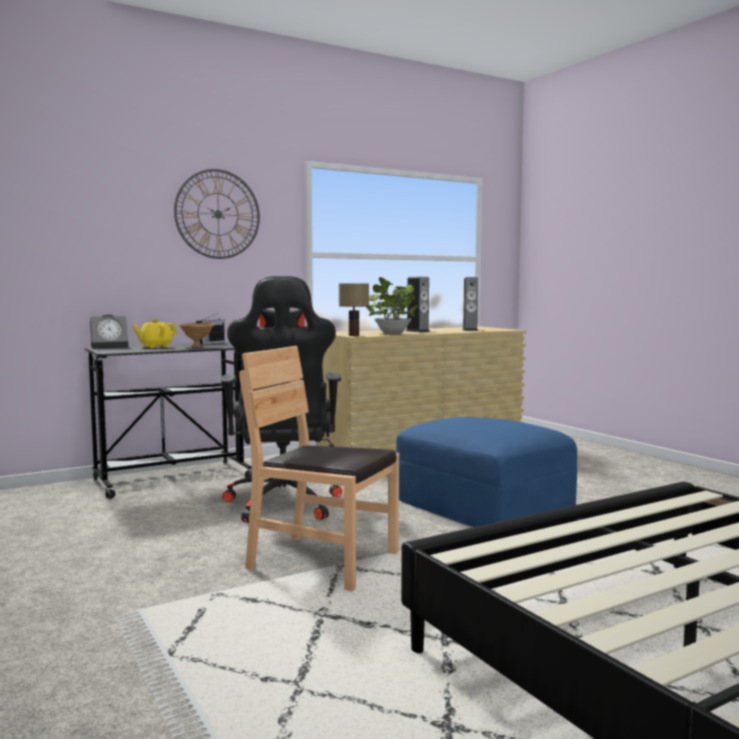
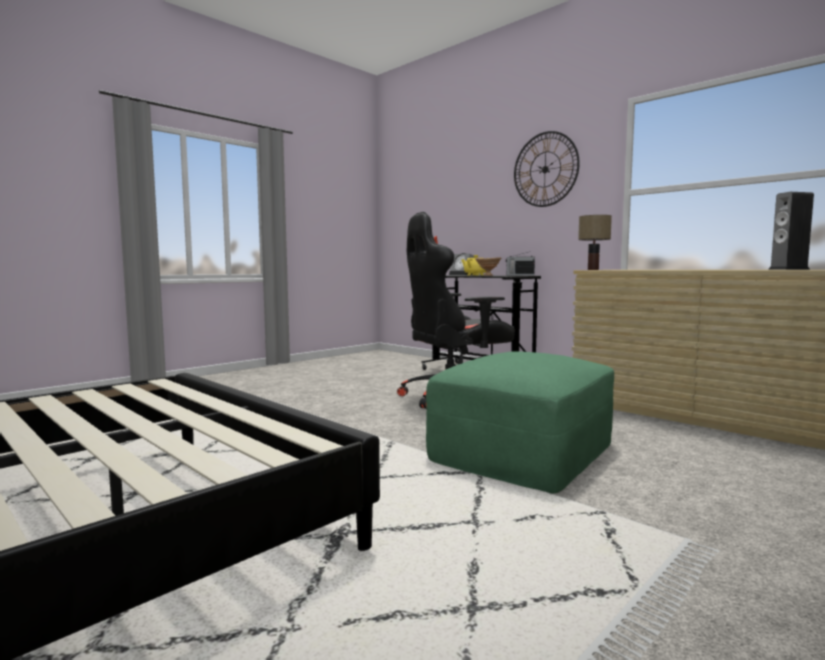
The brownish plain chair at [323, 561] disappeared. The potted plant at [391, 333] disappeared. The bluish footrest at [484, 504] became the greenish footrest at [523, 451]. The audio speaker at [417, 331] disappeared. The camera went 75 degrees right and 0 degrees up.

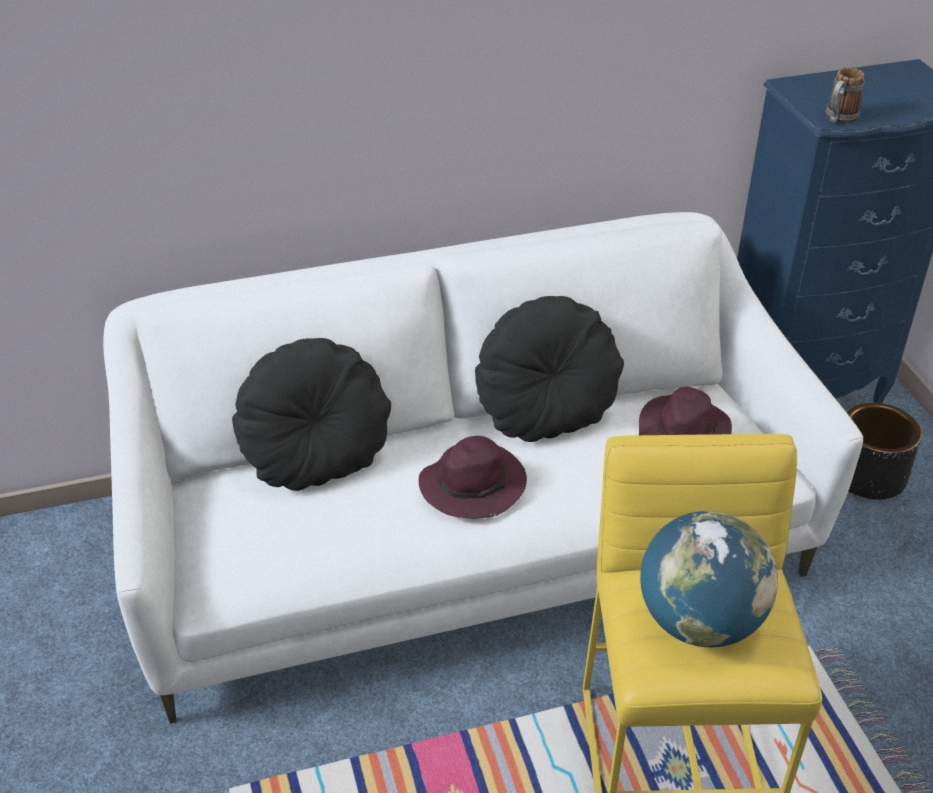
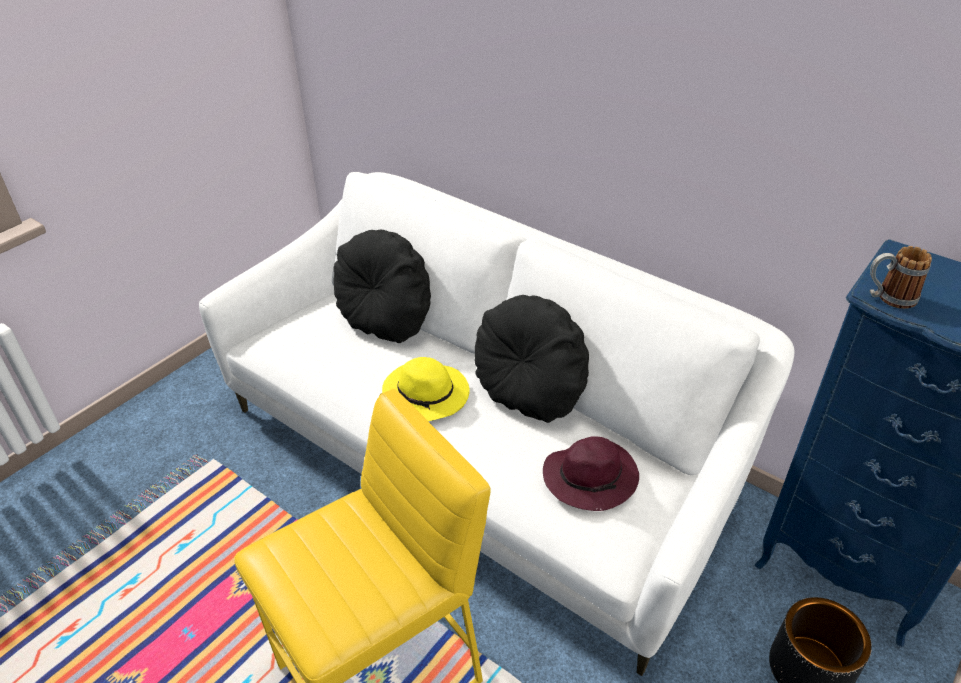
The purple hat at [473, 484] became the yellow-coloured hat at [427, 395]. The globe at [699, 622] disappeared. The camera went 55 degrees right and 0 degrees up.

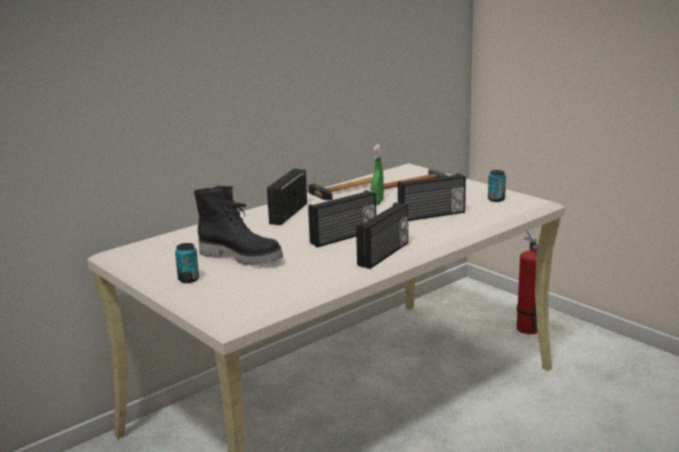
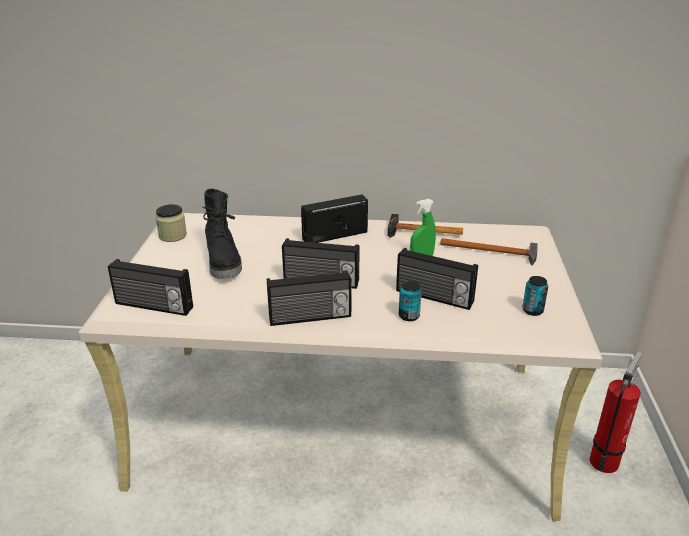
The sealed can moved from [188, 279] to [409, 316]. The radio at [153, 306] appeared. The preserve jar at [172, 236] appeared. The camera went 45 degrees right and 10 degrees up.

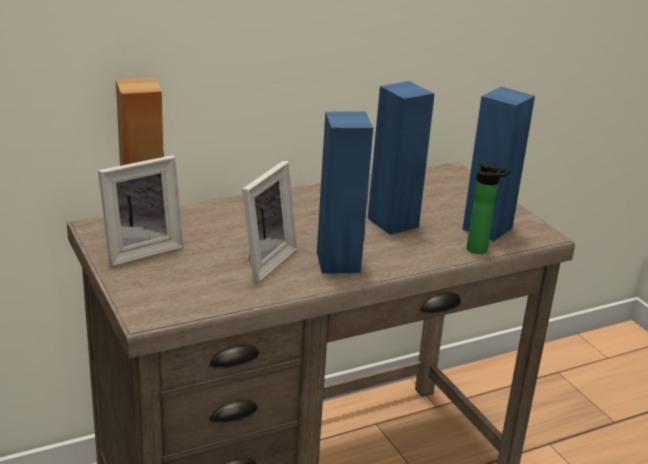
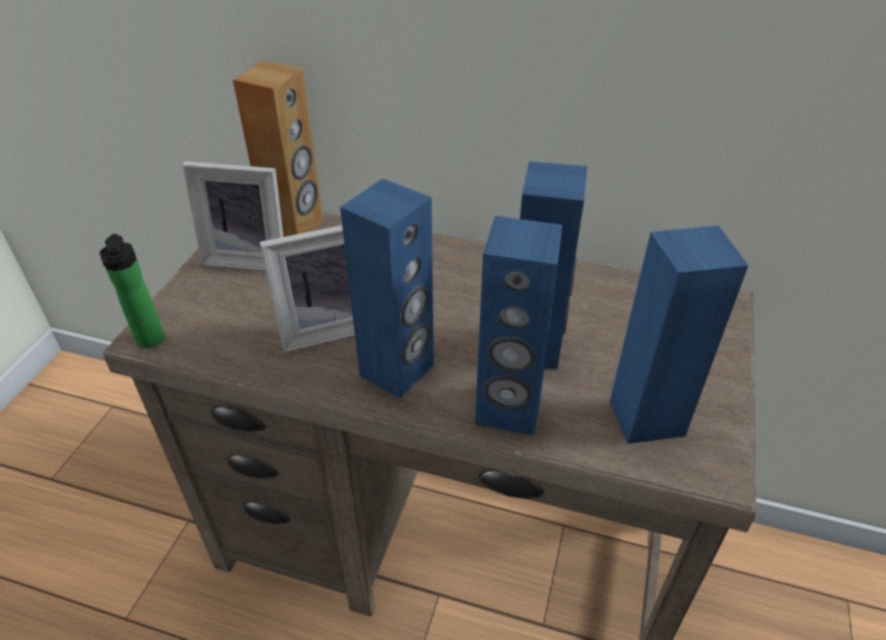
The bottle moved from [480, 250] to [150, 342]. The bluish audio speaker at [508, 410] appeared. The camera went 45 degrees right and 15 degrees up.

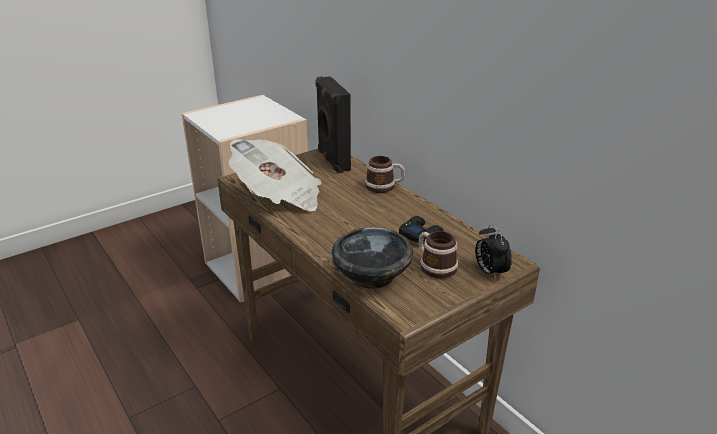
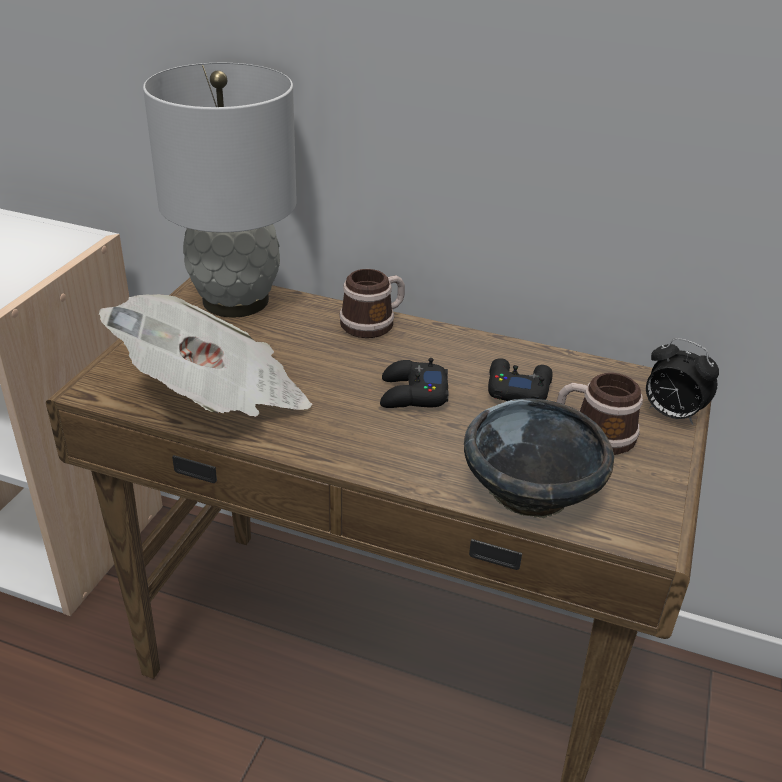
The black audio speaker at [332, 161] was replaced by the white table lamp at [236, 300]. The black joypad at [412, 394] appeared. The camera went 35 degrees left and 5 degrees up.

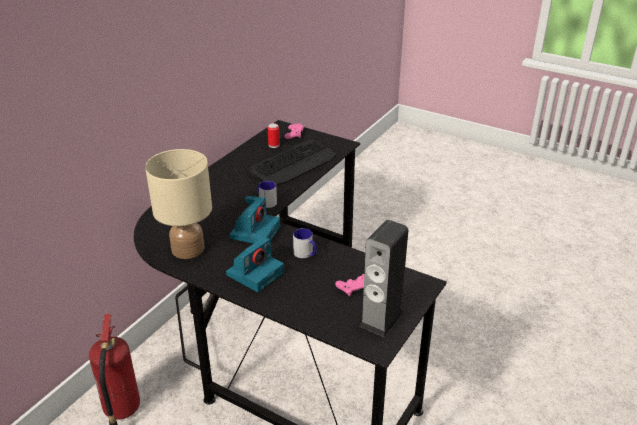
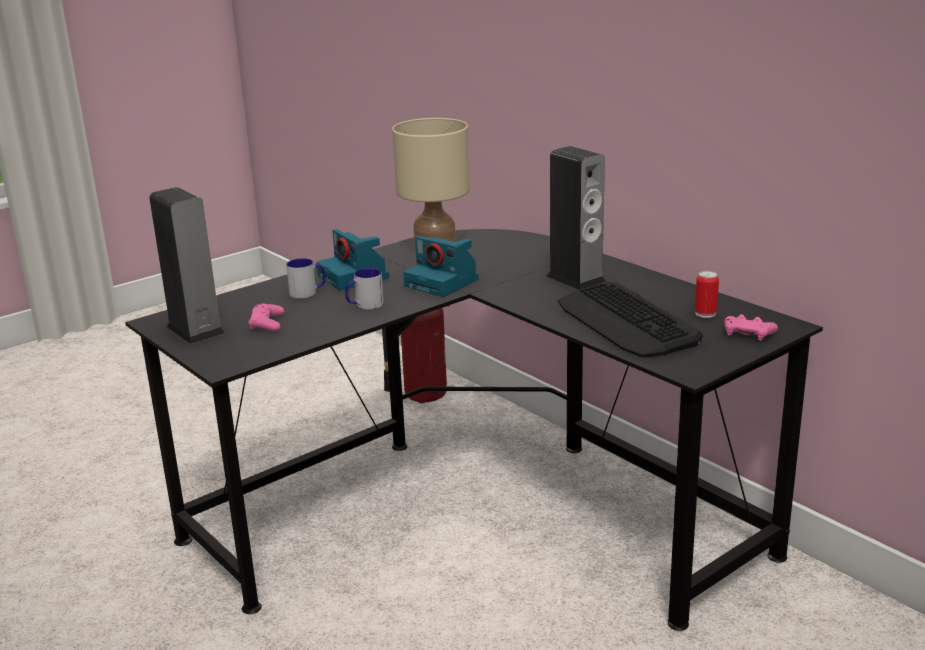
The coffee mug moved from [266, 201] to [308, 292]. The audio speaker at [575, 278] appeared. The camera went 110 degrees right and 10 degrees down.

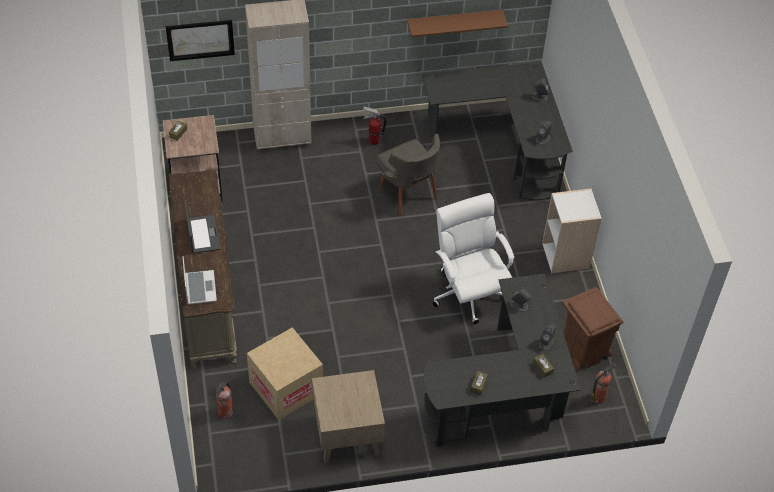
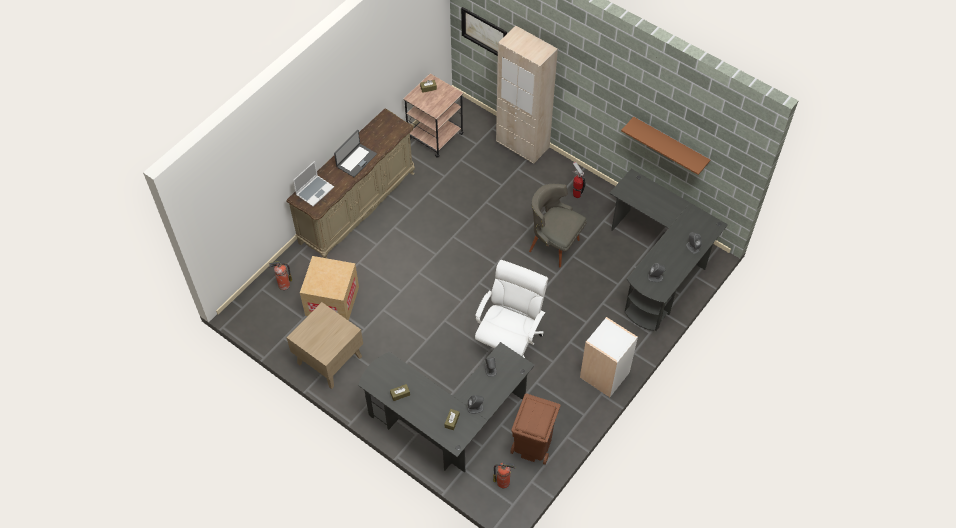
The grey plain chair at [407, 193] turned 105 degrees clockwise. The camera went 50 degrees right and 5 degrees up.

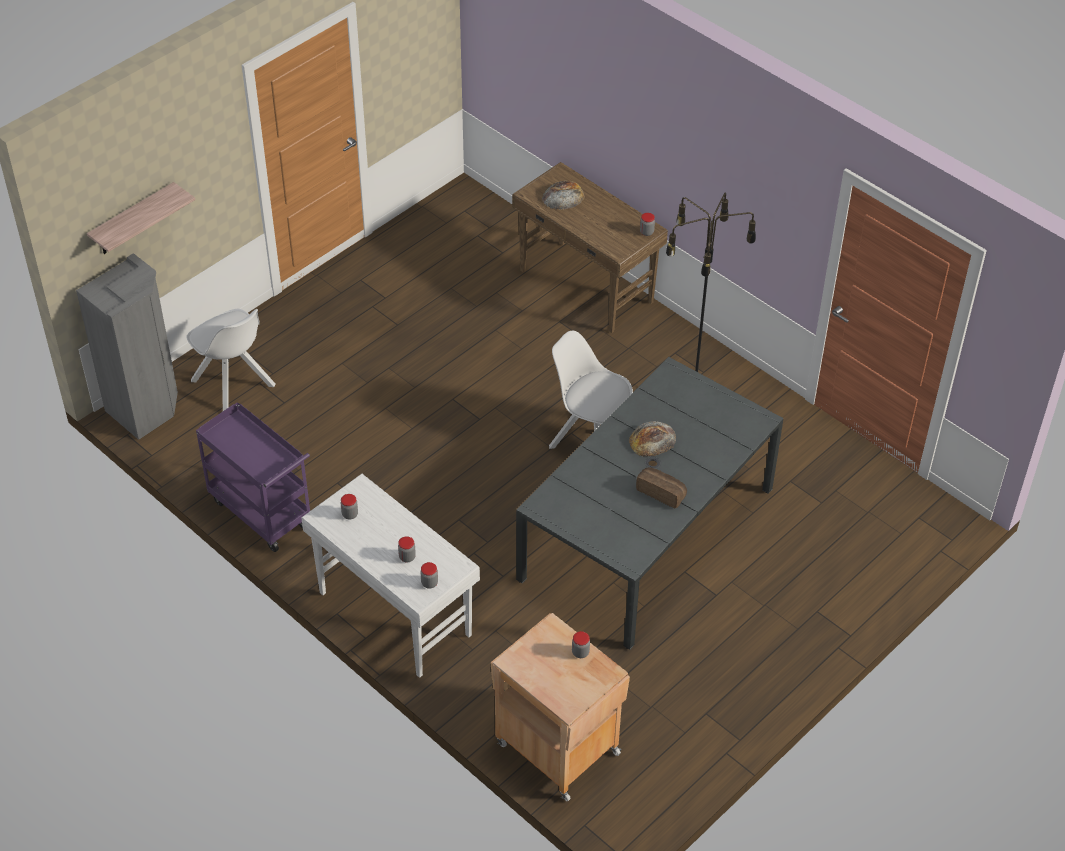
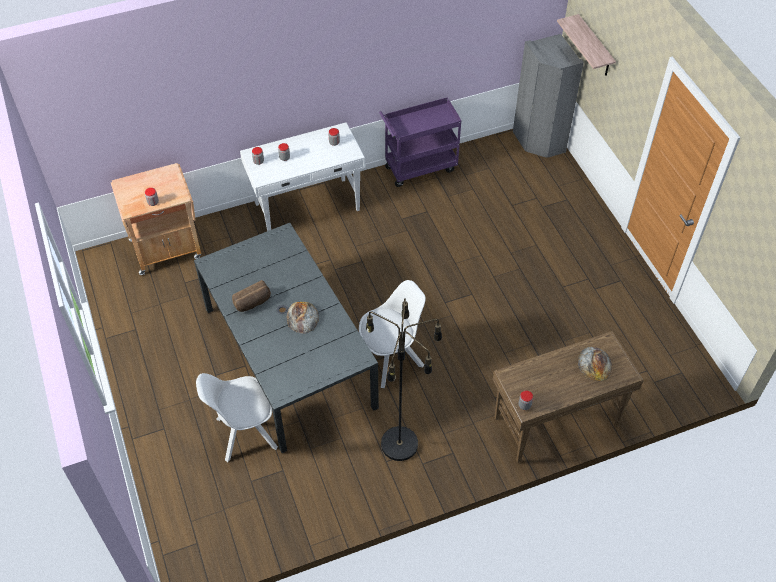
The white plain chair moved from [233, 384] to [245, 433]. The camera went 115 degrees right and 5 degrees up.

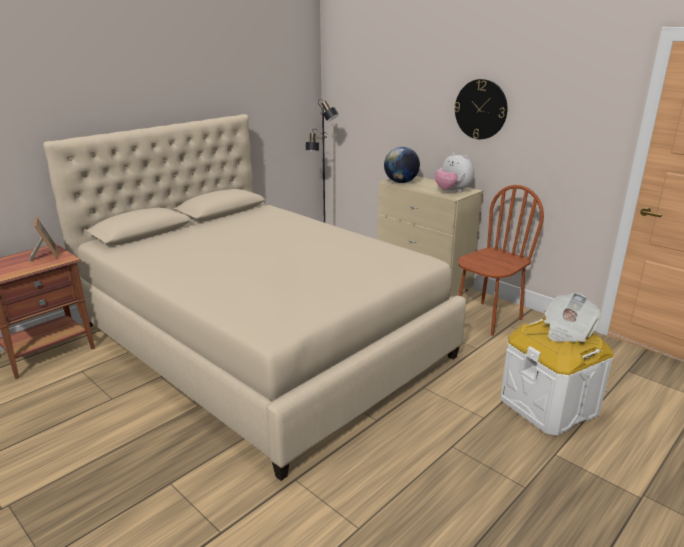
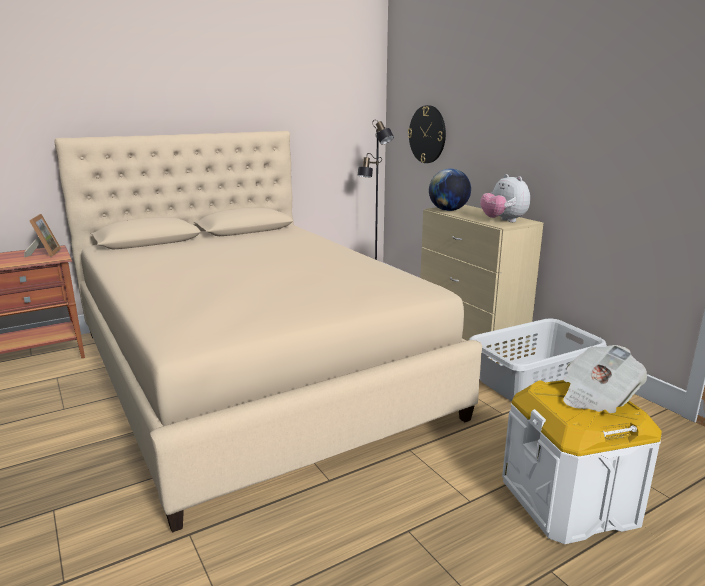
The hanging clock moved from [481, 109] to [427, 134]. The brownish plain chair at [487, 318] was replaced by the grey hamper at [533, 381]. The camera went 15 degrees right and 5 degrees down.

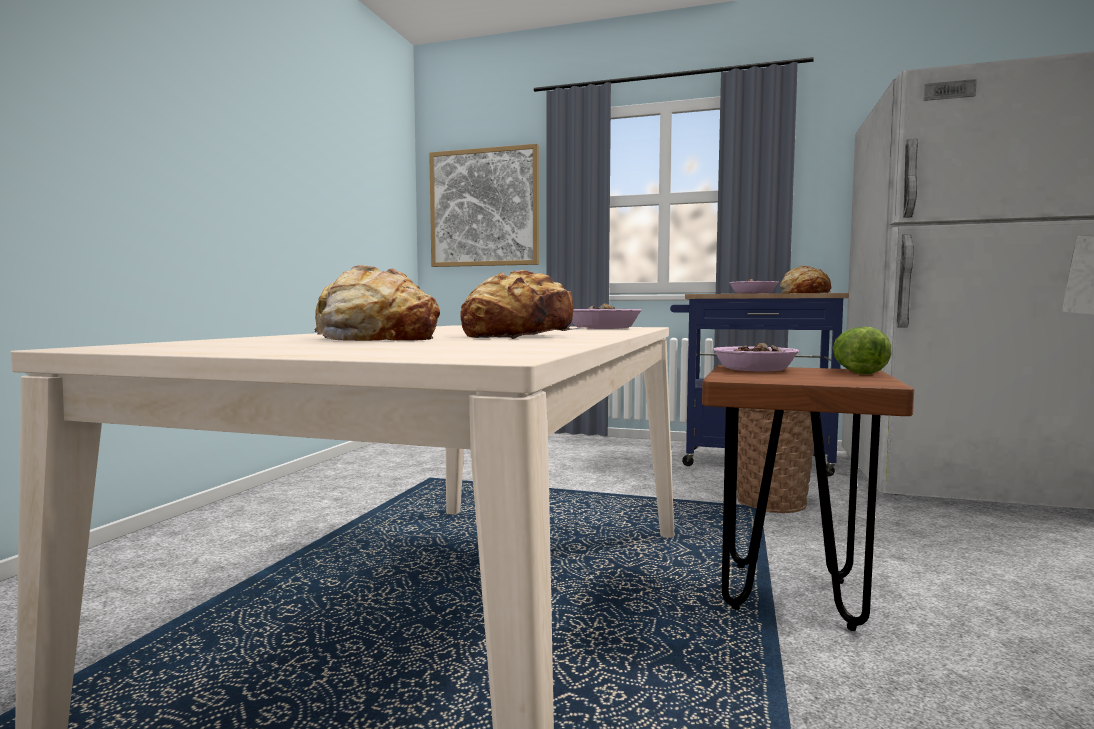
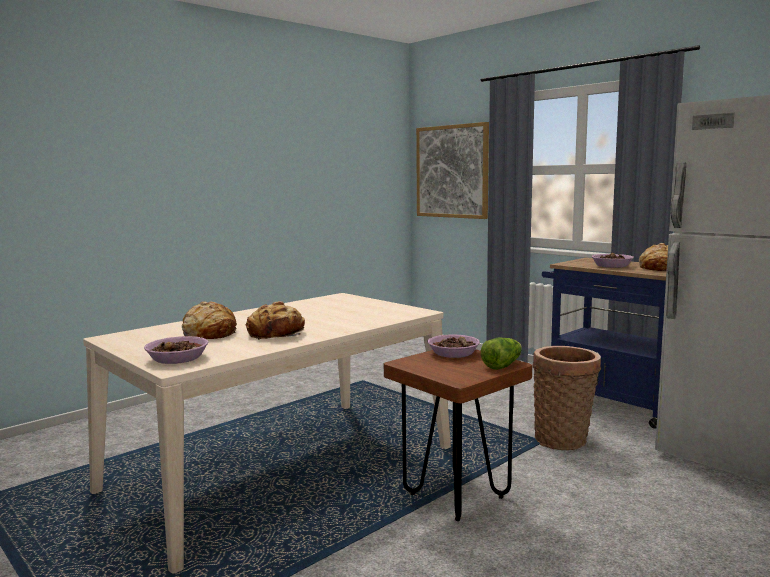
The deep dish moved from [603, 328] to [177, 358]. The camera went 30 degrees right and 5 degrees up.

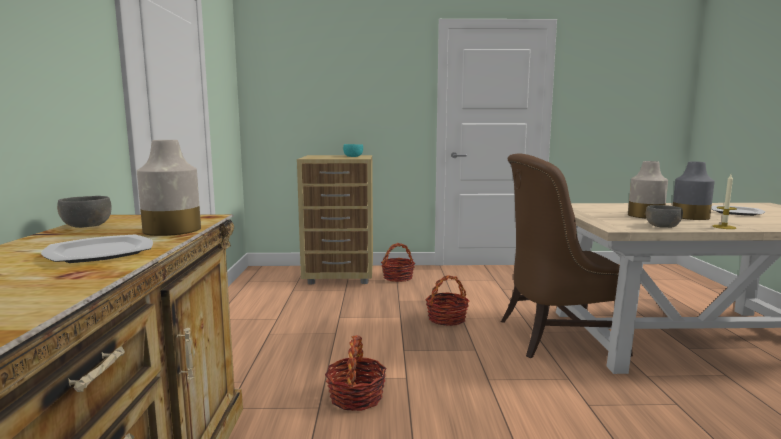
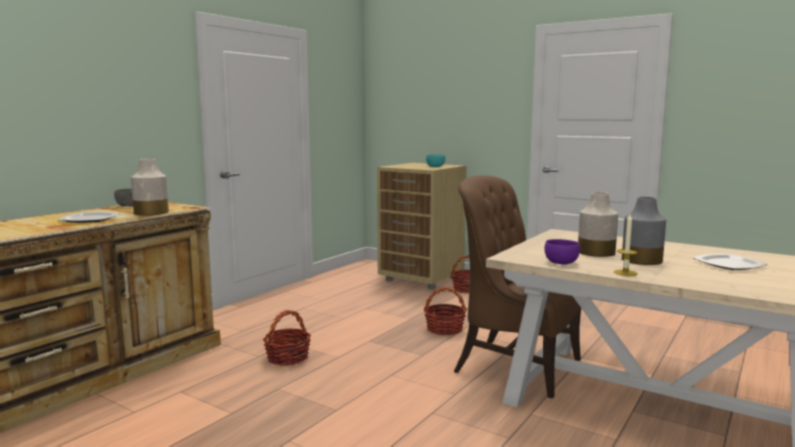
The grey deep dish at [662, 226] became the purple deep dish at [560, 262]. The camera went 35 degrees right and 0 degrees up.

